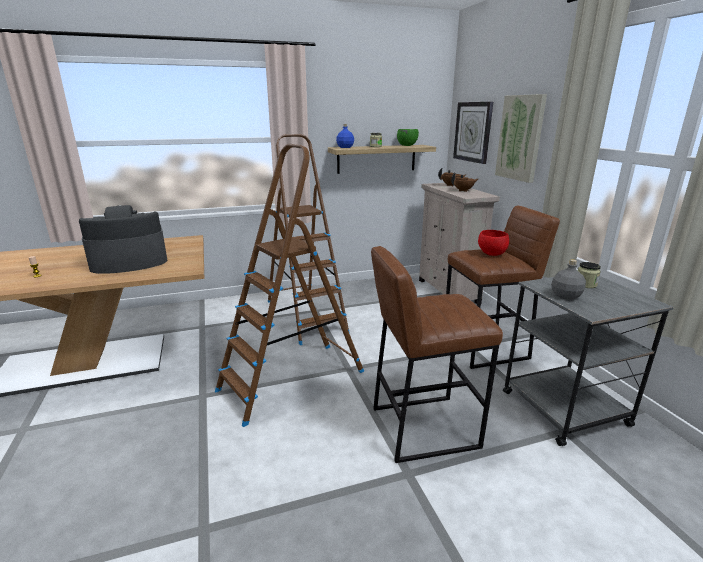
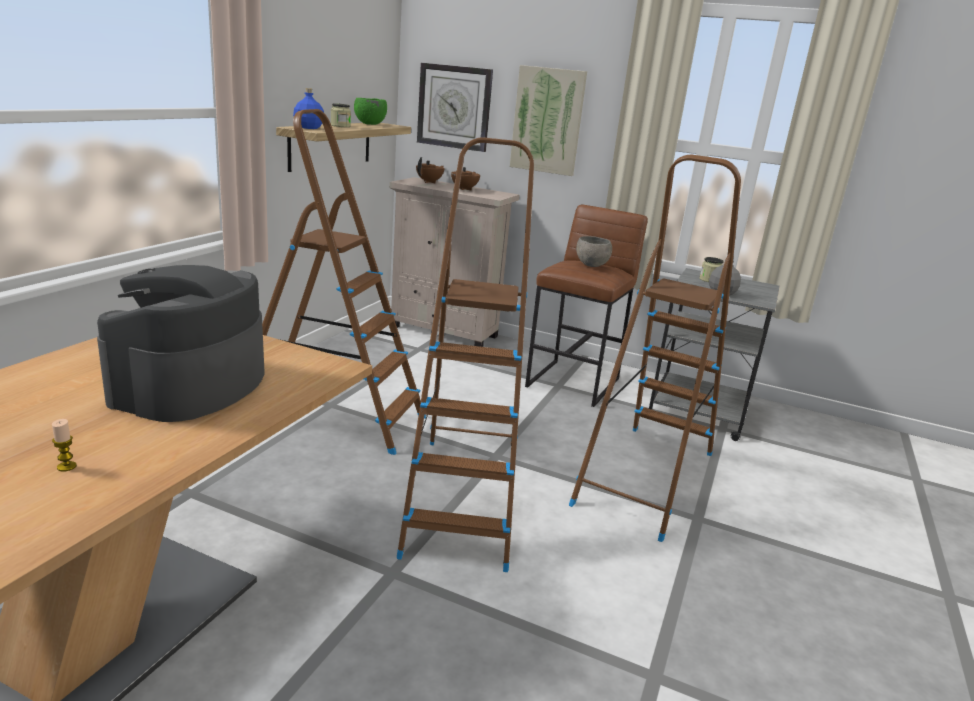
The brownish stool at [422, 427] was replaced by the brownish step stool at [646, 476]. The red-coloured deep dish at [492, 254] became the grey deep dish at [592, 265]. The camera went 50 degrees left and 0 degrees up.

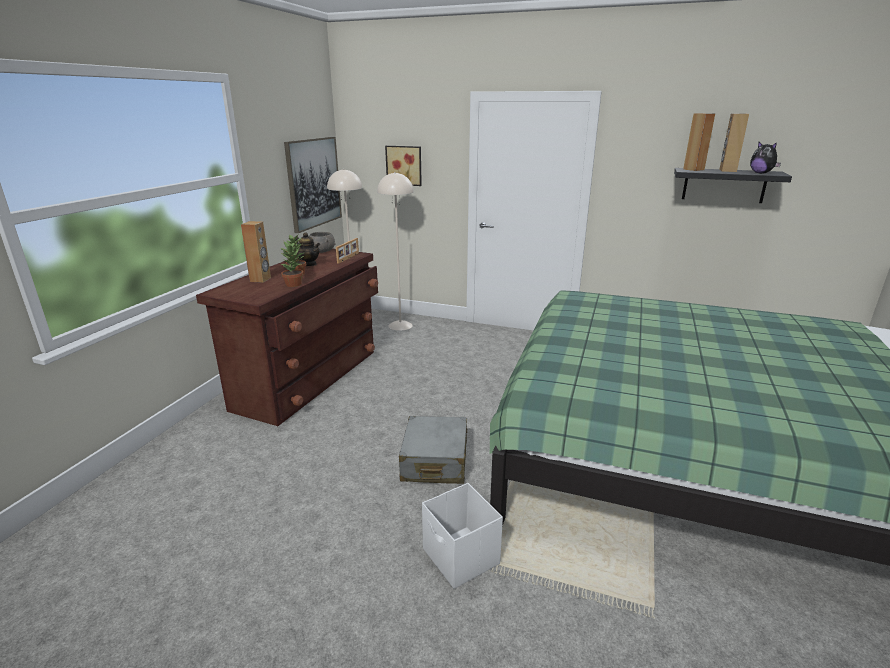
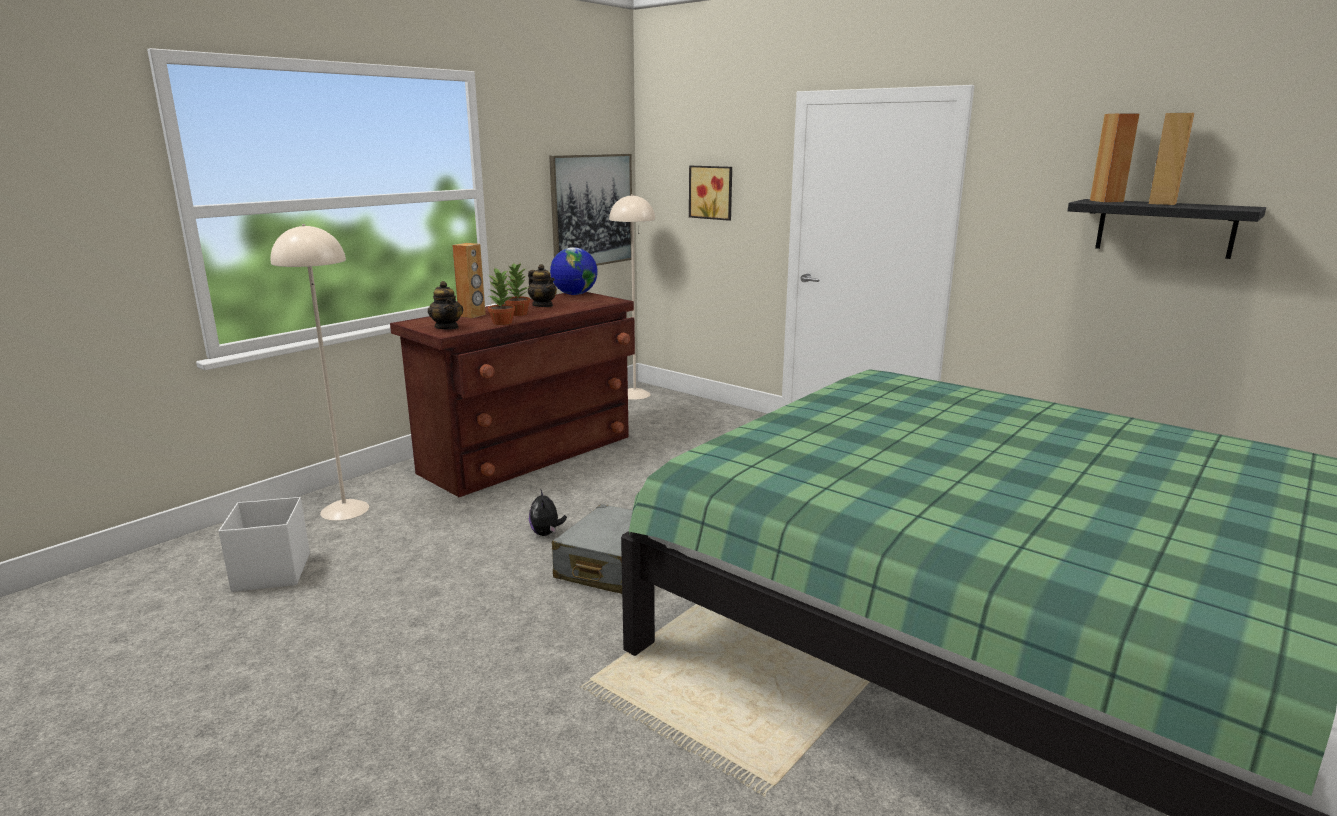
The grey deep dish at [321, 251] was replaced by the globe at [574, 294]. The standing frame at [348, 258] disappeared. The beige standard lamp moved from [400, 325] to [345, 510]. The white storage bin moved from [461, 558] to [271, 573]. The cuddly toy moved from [761, 173] to [546, 533]. The pot for tea at [447, 327] appeared. The camera went 20 degrees right and 5 degrees down.

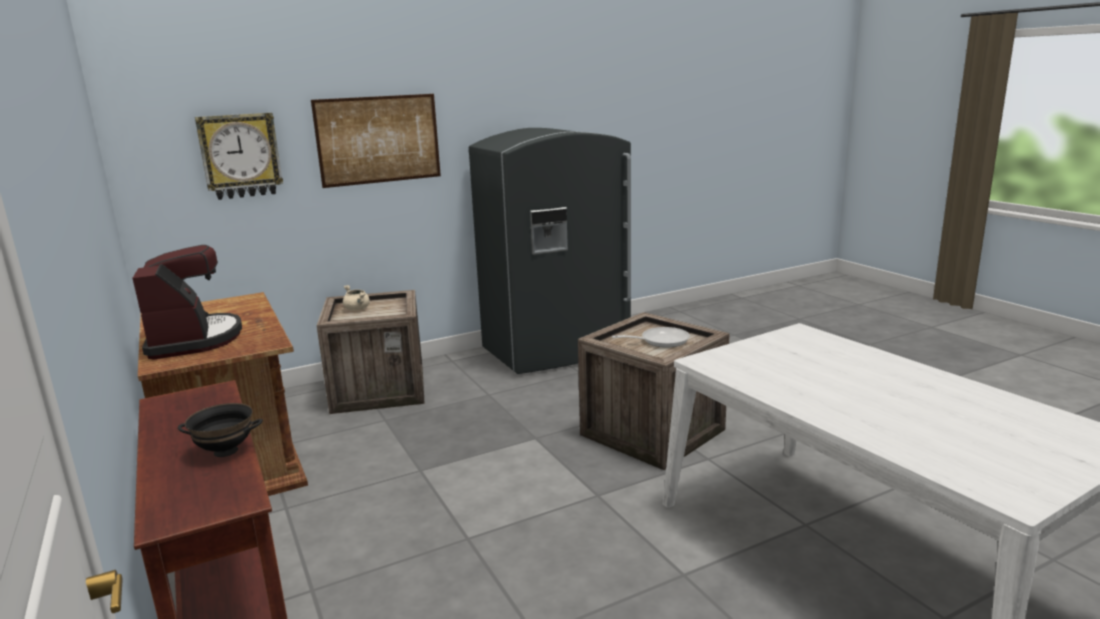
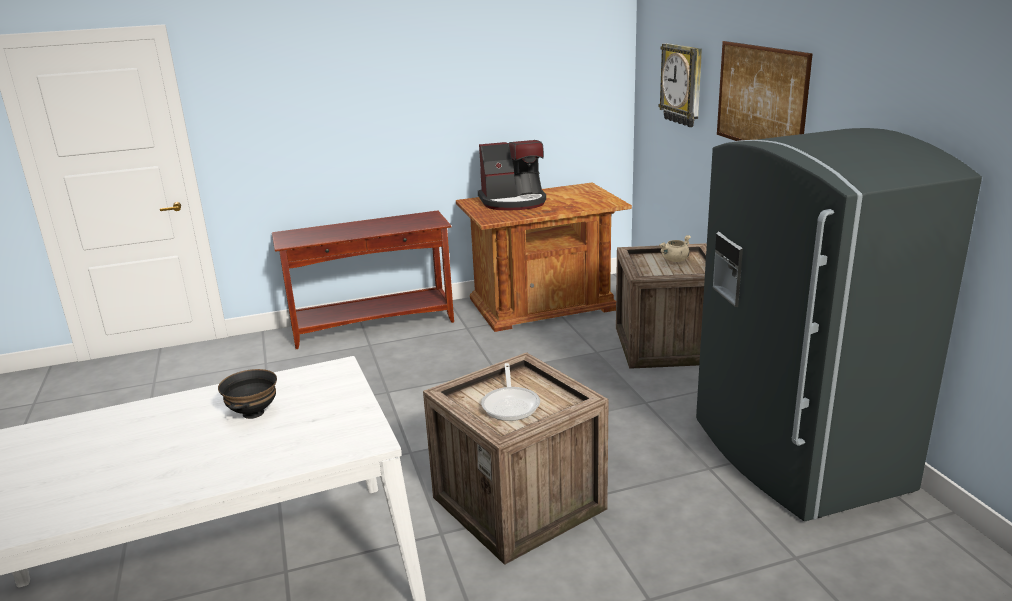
The black deep dish moved from [225, 451] to [253, 413]. The camera went 100 degrees right and 5 degrees up.

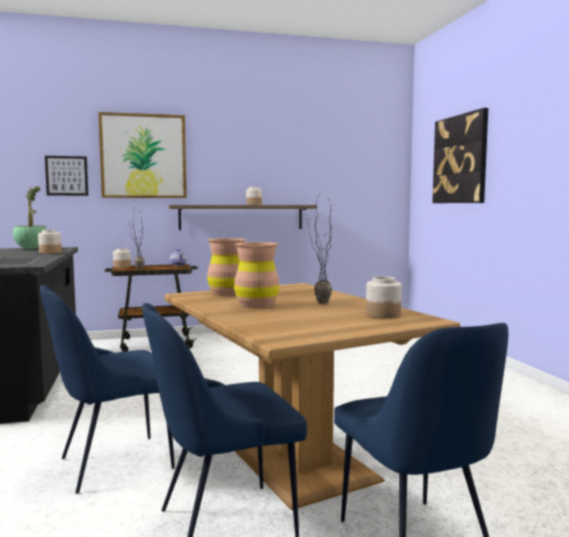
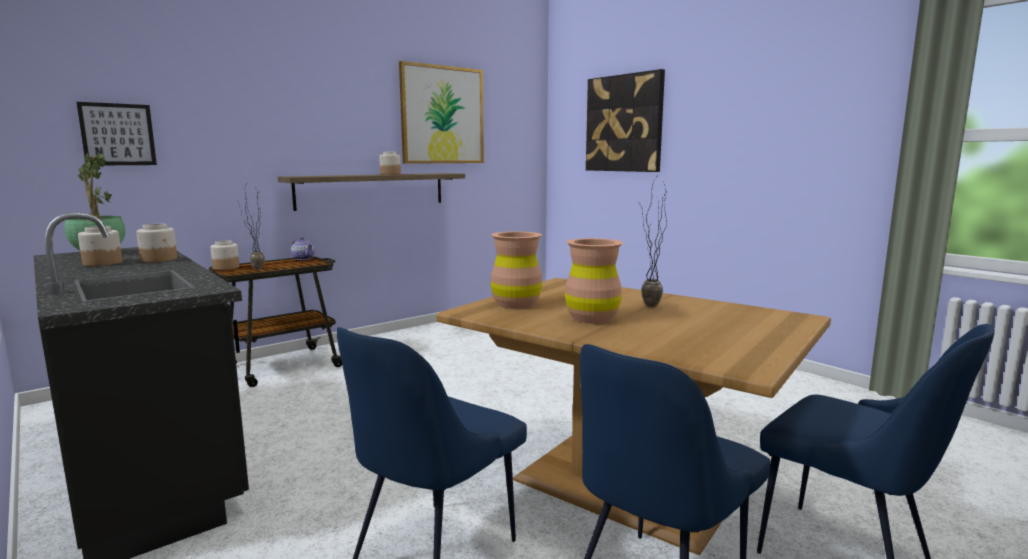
The picture moved from [143, 156] to [442, 115]. The preserve jar moved from [382, 315] to [102, 263]. The camera went 25 degrees left and 5 degrees up.

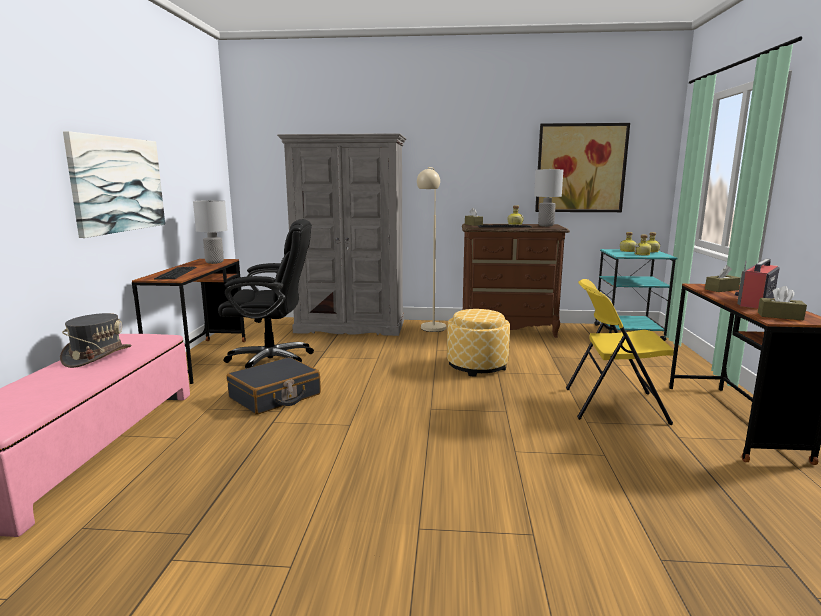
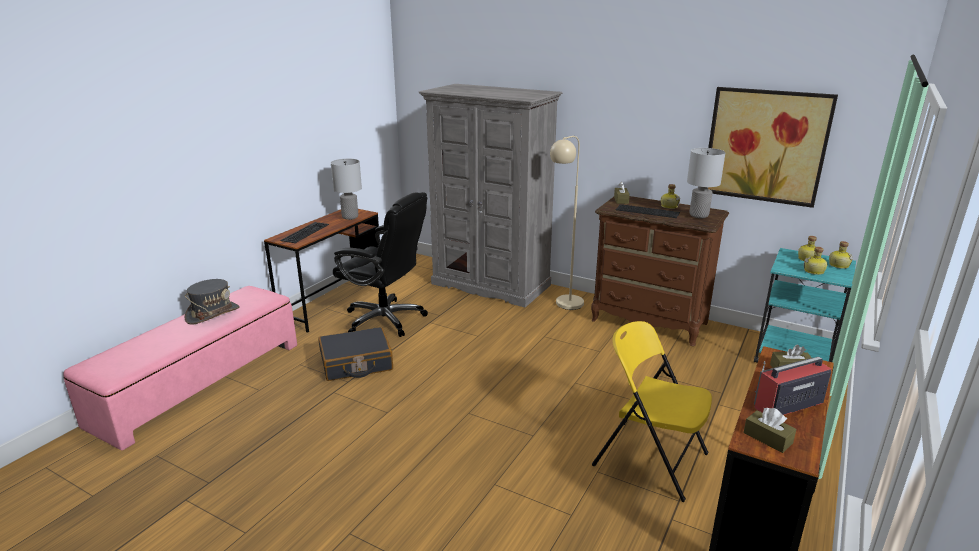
The picture at [118, 184] disappeared. The footrest at [477, 366] disappeared. The camera went 25 degrees right and 10 degrees up.

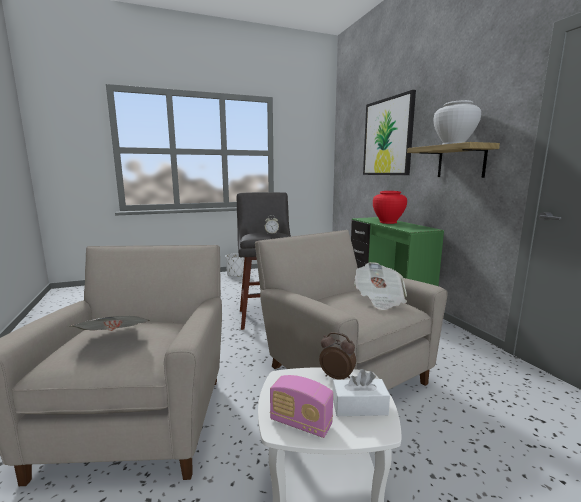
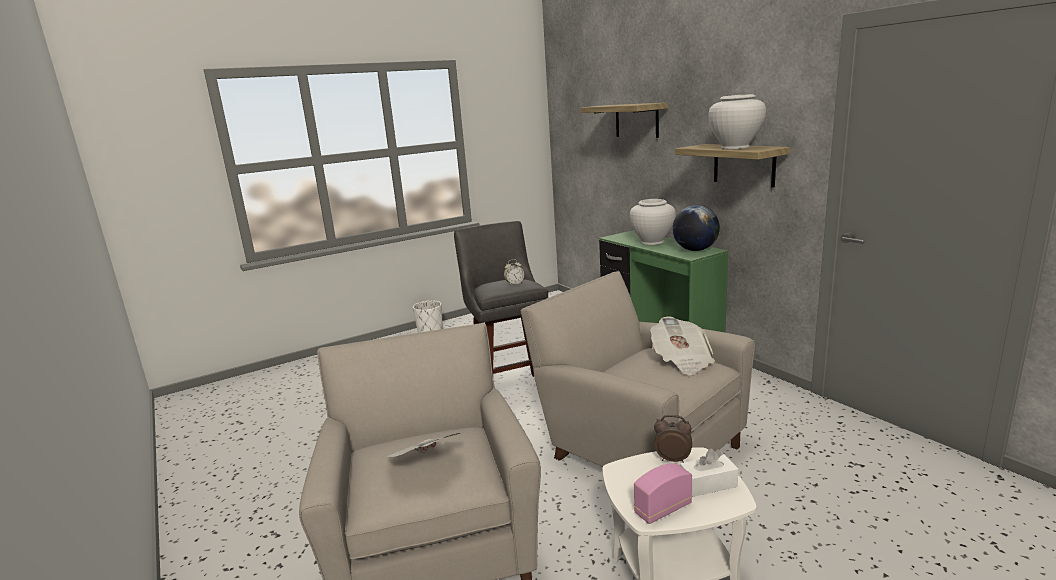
The radio at [301, 423] turned 135 degrees clockwise. The picture at [387, 137] was replaced by the wall shelf at [636, 120]. The red-coloured flower vase at [388, 222] became the white flower vase at [652, 242]. The globe at [695, 250] appeared. The camera went 10 degrees left and 5 degrees up.

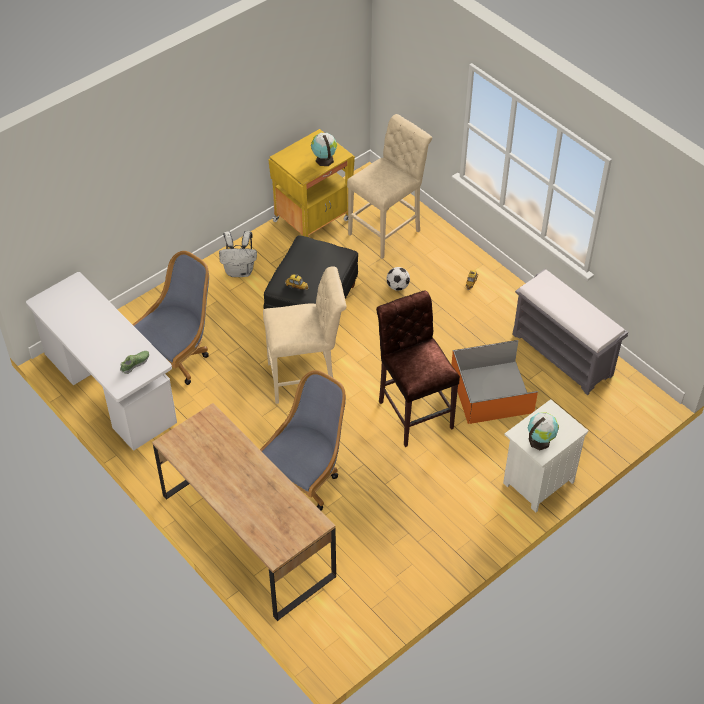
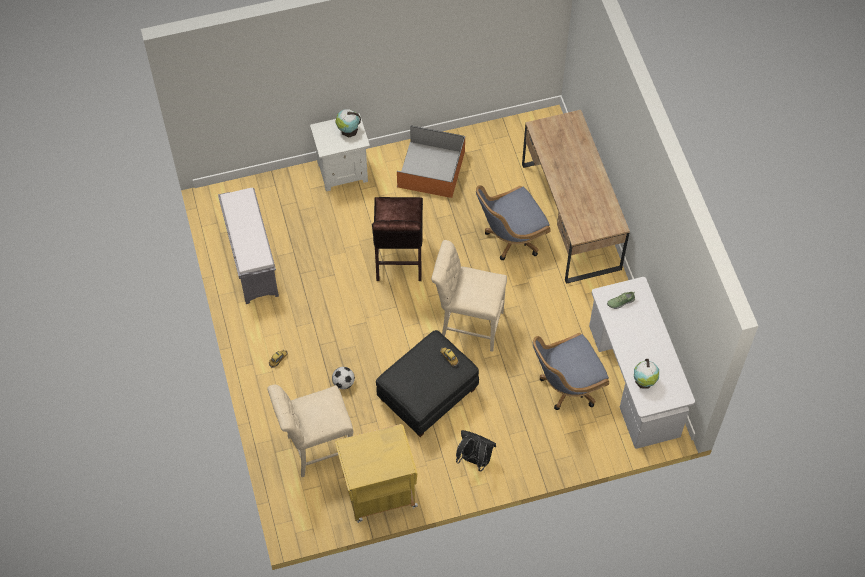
The white knapsack at [240, 271] became the black knapsack at [474, 459]. The globe moved from [324, 159] to [644, 381]. The orange storage bin moved from [492, 392] to [431, 168]. The camera went 155 degrees left and 10 degrees up.

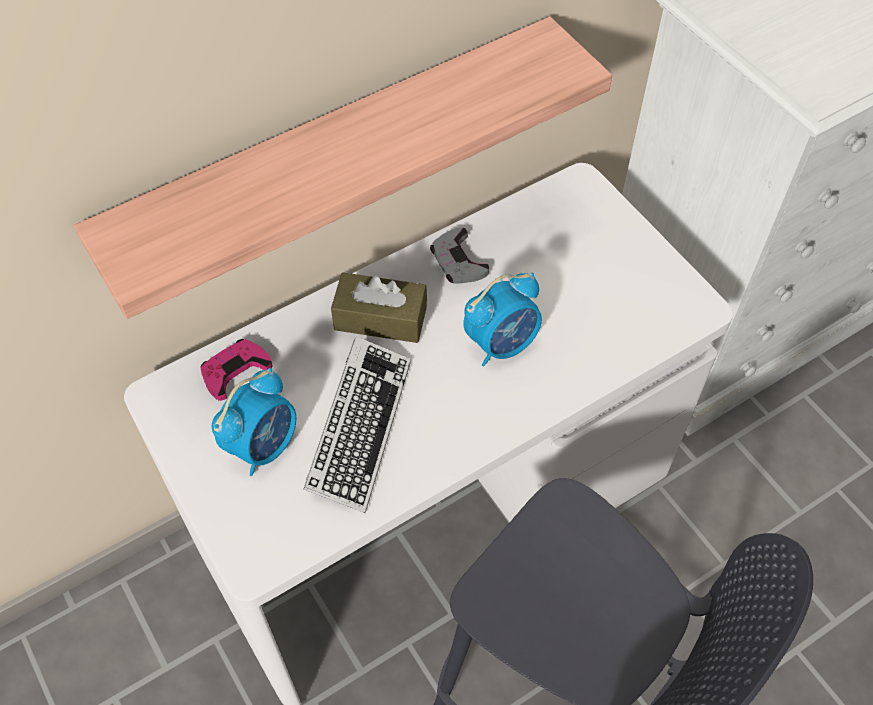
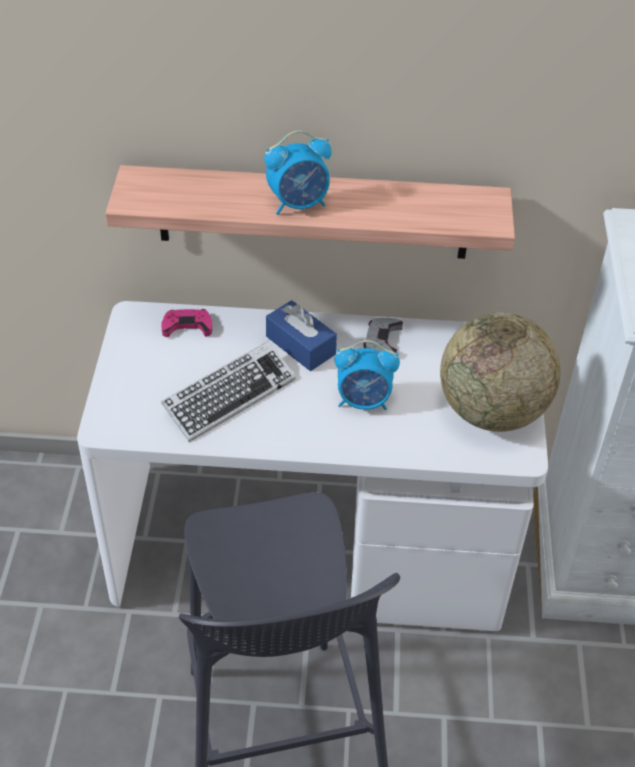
The alarm clock moved from [263, 445] to [299, 204]. The brownish tissue holder at [380, 318] became the bluish tissue holder at [300, 345]. The globe at [492, 411] appeared. The camera went 35 degrees right and 10 degrees down.

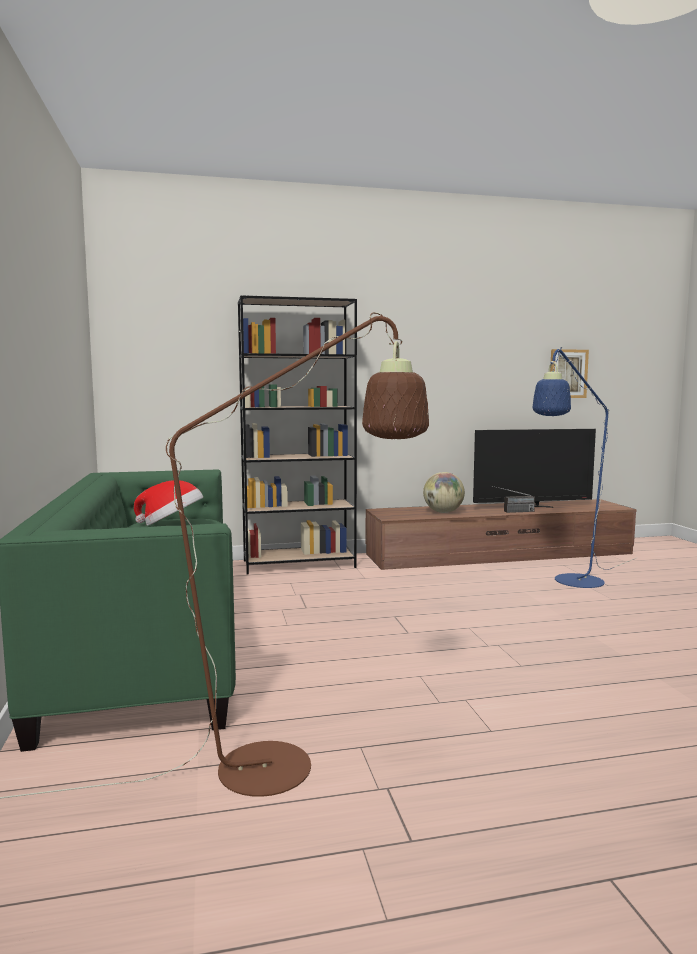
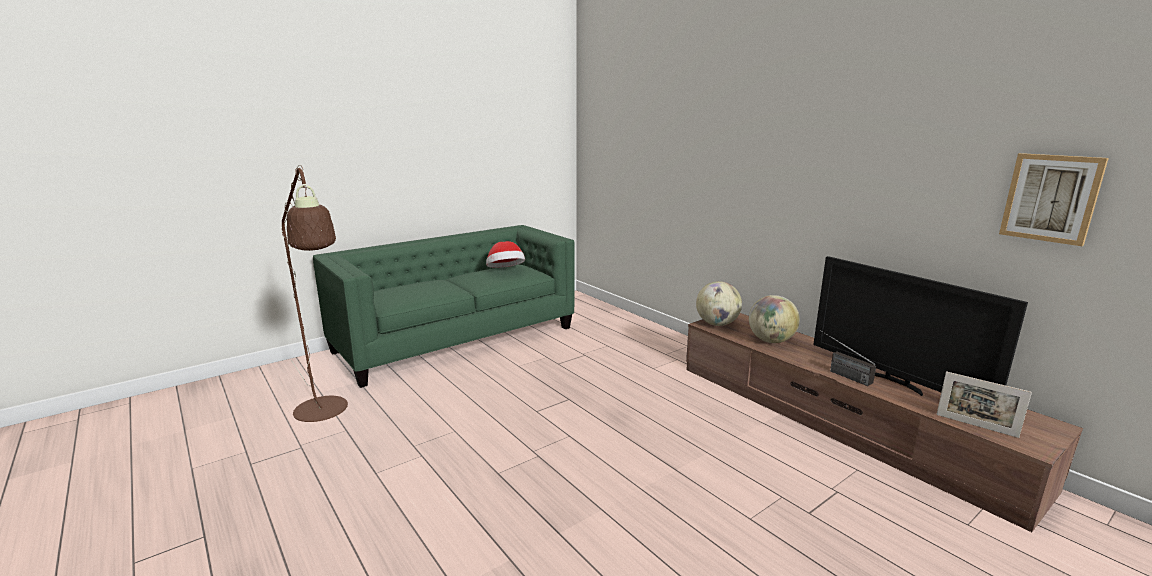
The beige shelving unit at [299, 564] disappeared. The bluish standard lamp at [573, 583] disappeared. The globe at [717, 324] appeared. The standing frame at [976, 425] appeared. The camera went 65 degrees right and 10 degrees up.

